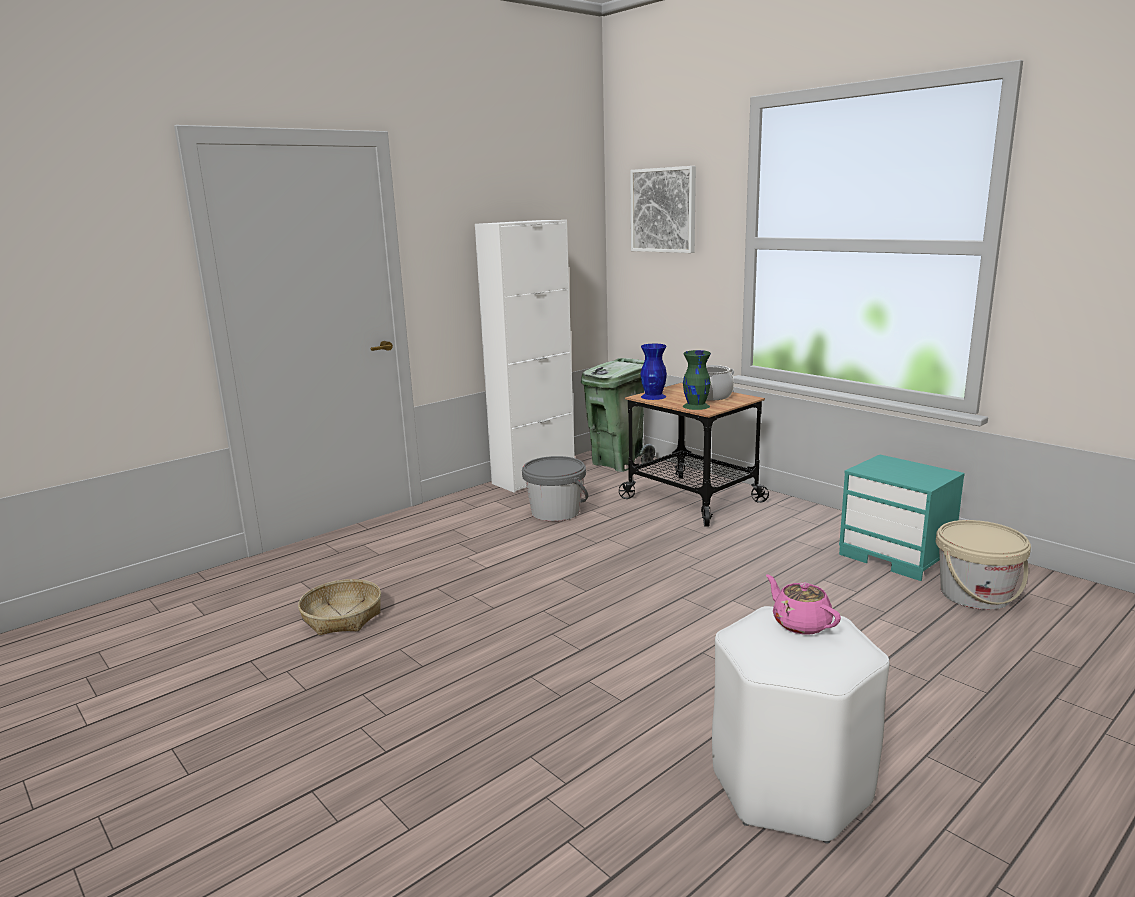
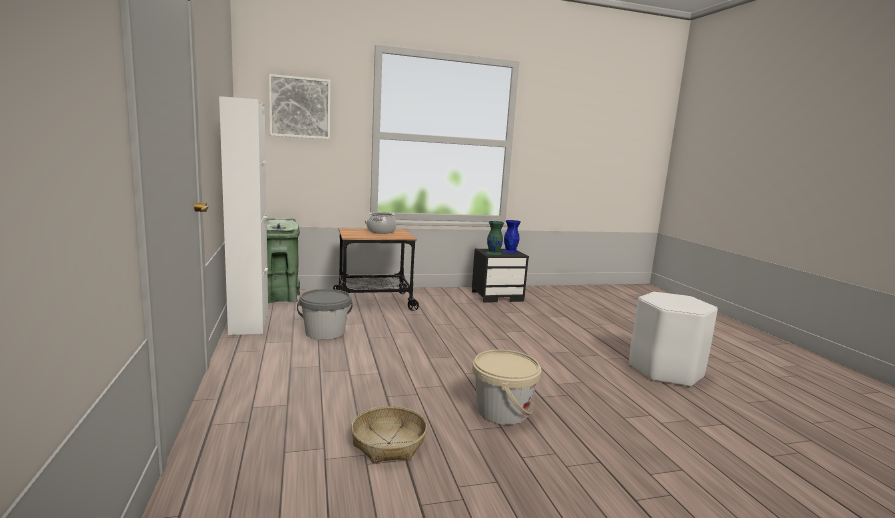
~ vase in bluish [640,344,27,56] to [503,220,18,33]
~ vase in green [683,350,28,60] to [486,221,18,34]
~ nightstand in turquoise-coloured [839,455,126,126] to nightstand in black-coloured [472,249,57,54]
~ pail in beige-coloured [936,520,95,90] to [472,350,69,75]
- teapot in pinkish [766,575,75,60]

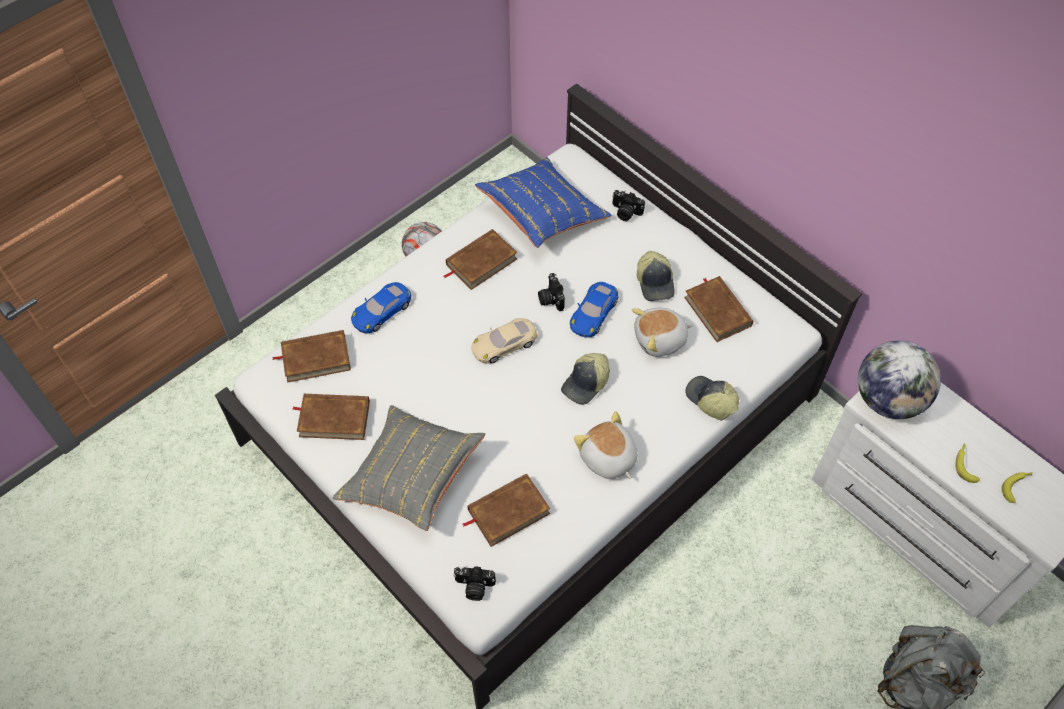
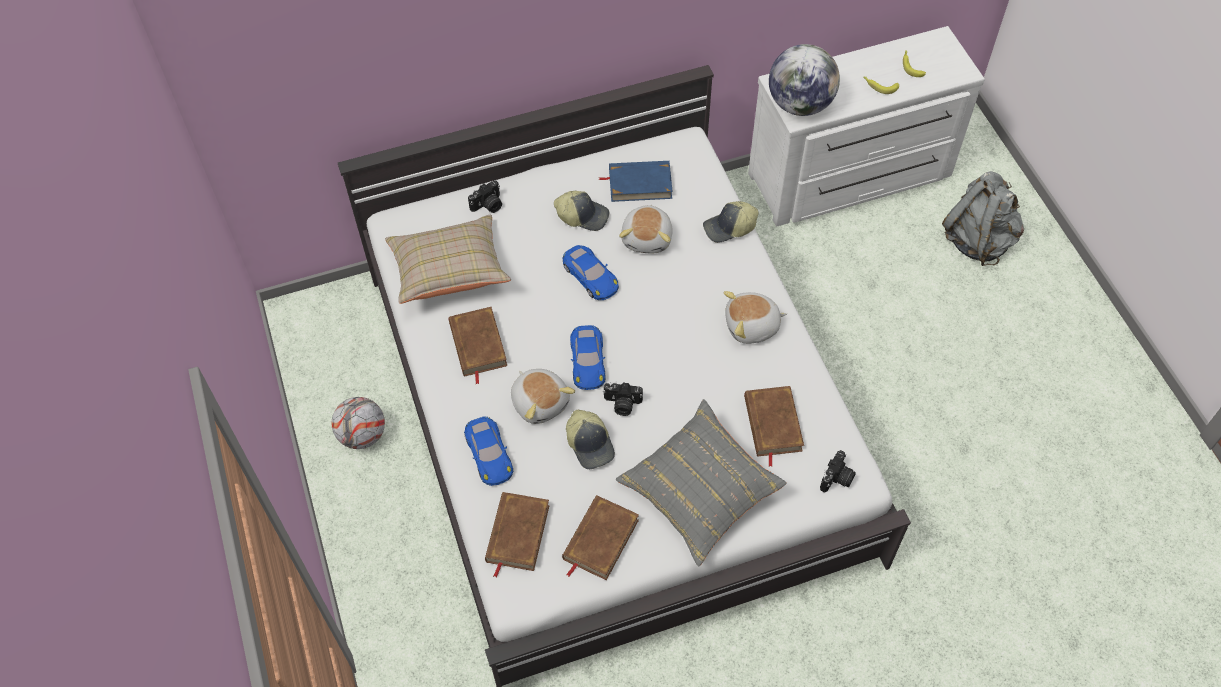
~ pillow in bluish [475,157,137,91] to pillow in beige-coloured [385,215,126,89]
~ still camera [538,273,27,38] to [603,382,40,34]
~ volume in brown [684,276,69,66] to volume in bluish [598,161,75,41]
~ miniature car in beige-coloured [471,318,66,46] to miniature car in bluish [570,325,36,65]
~ baseball cap [561,353,49,52] to [566,410,49,59]
+ cuddly toy [511,369,64,55]

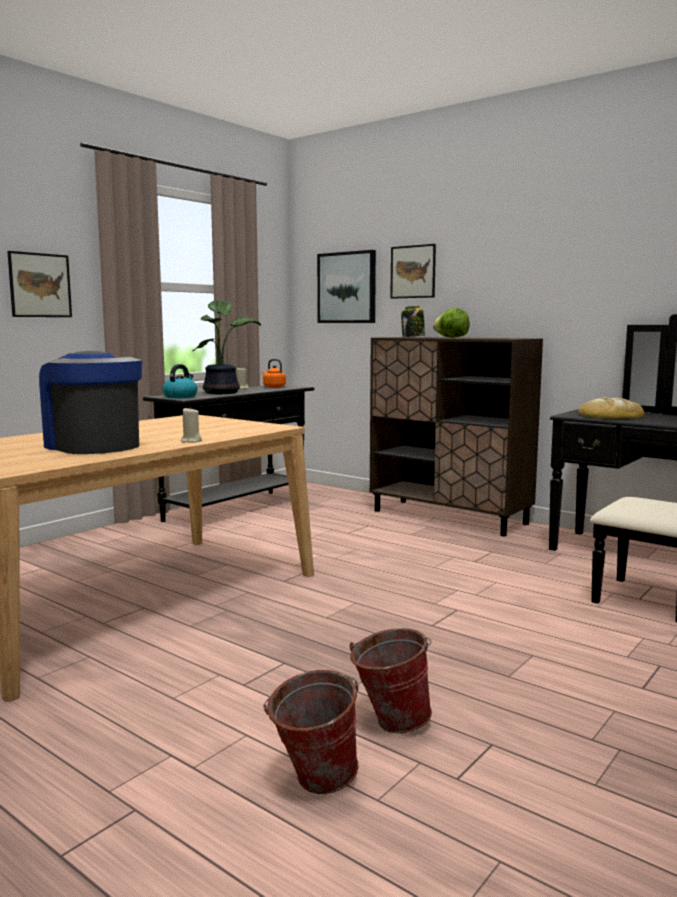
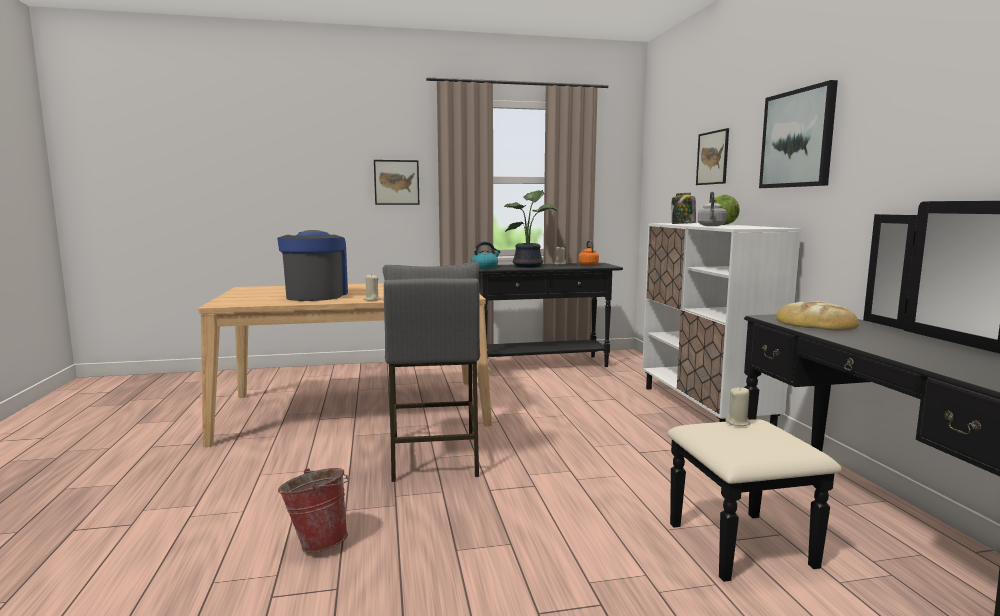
~ picture [317,250,59,73] to [759,80,79,108]
~ cabinet in brown [370,337,173,200] to cabinet in whitish [642,223,159,203]
- pail [263,670,96,124]
+ water kettle in grey [698,192,29,34]
+ sitting stool in grey [383,262,97,220]
+ wax candle in beige-coloured [725,386,26,40]

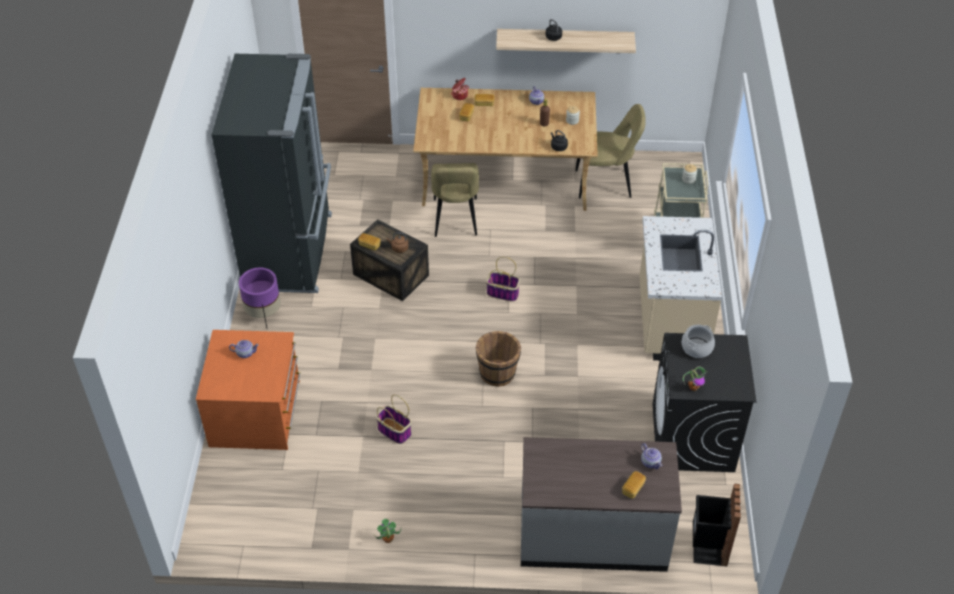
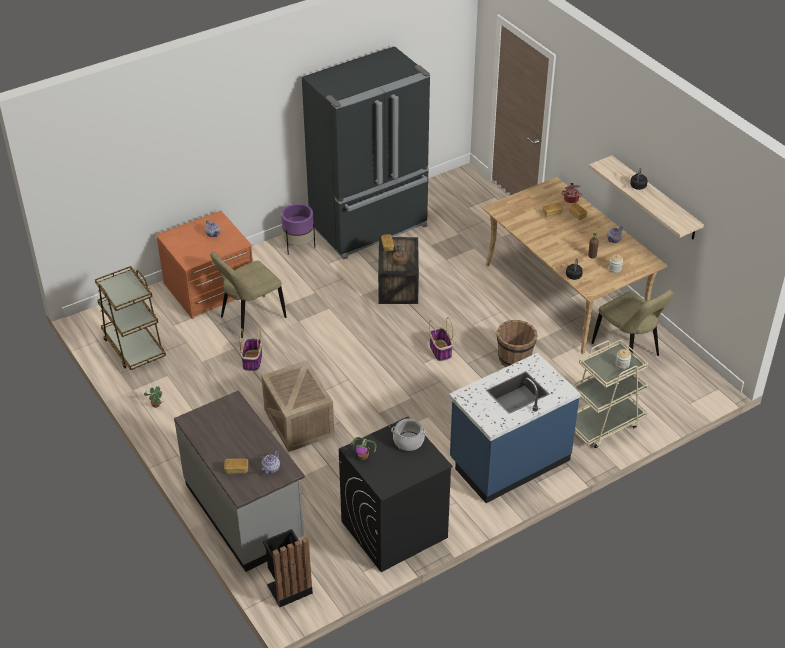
~ chair in beige-coloured [431,163,48,74] to [210,251,77,87]
~ counter in beige-coloured [639,216,83,145] to counter in bluish [449,353,132,150]
~ pail in brown [476,331,45,56] to [497,320,40,47]
+ wheeled cart in brown [95,266,71,104]
+ crate [261,360,73,92]

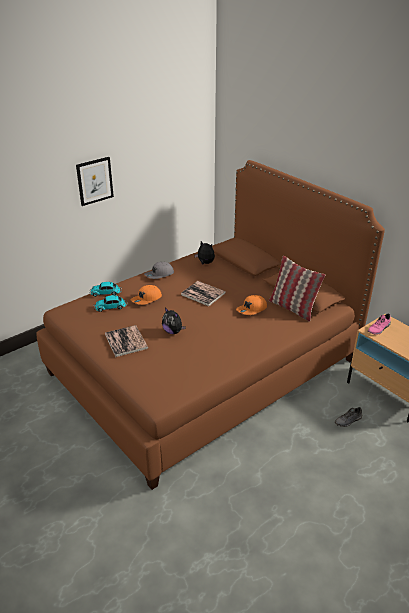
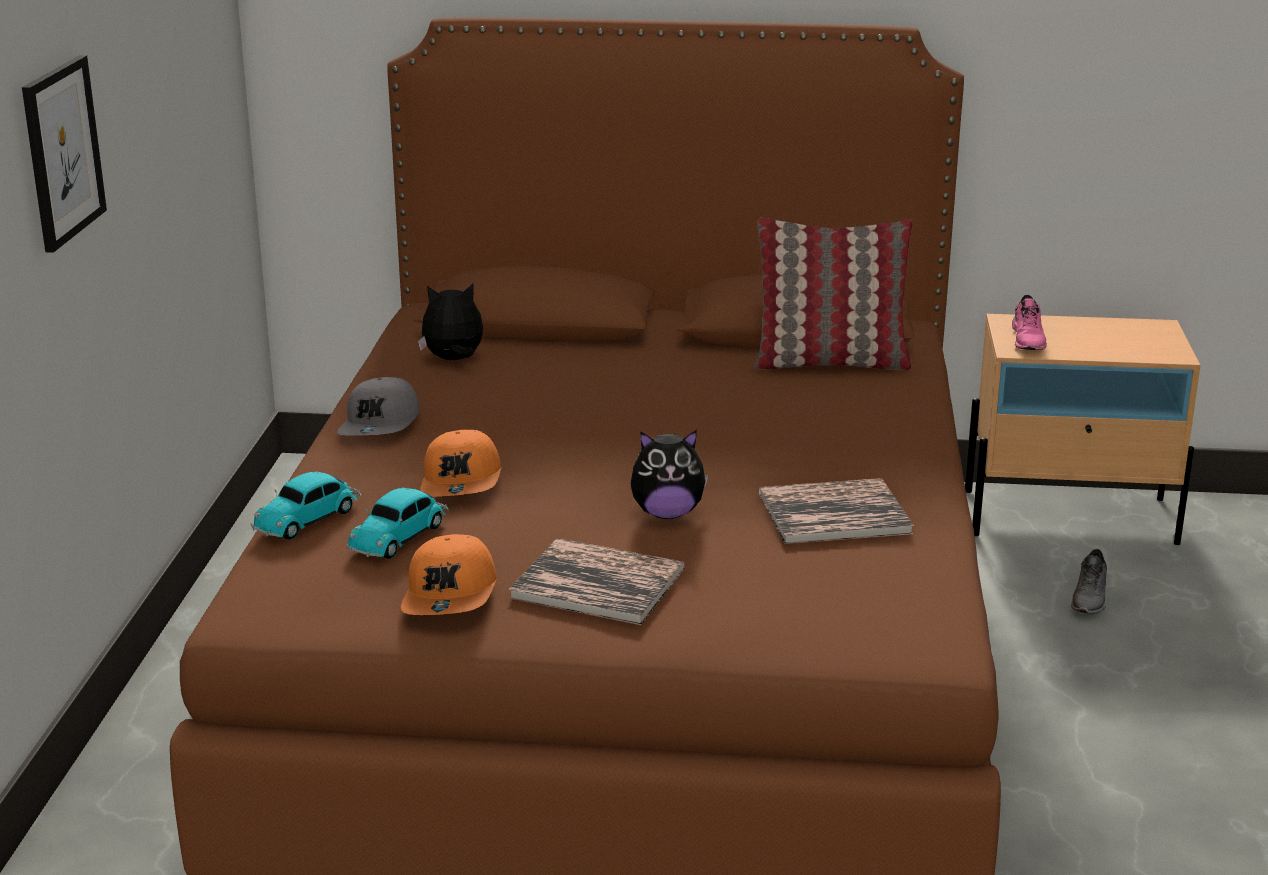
~ volume [181,281,45,25] to [758,478,156,66]
~ baseball cap in orangey [236,295,31,20] to [401,534,95,81]

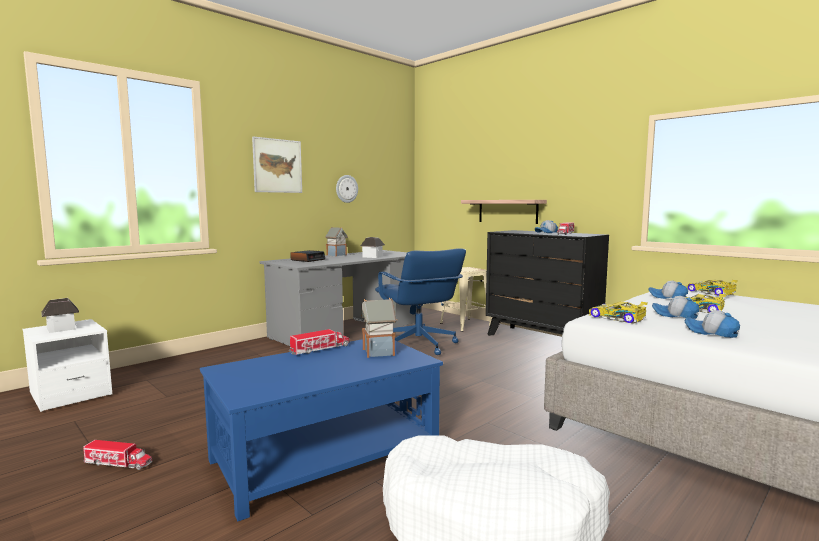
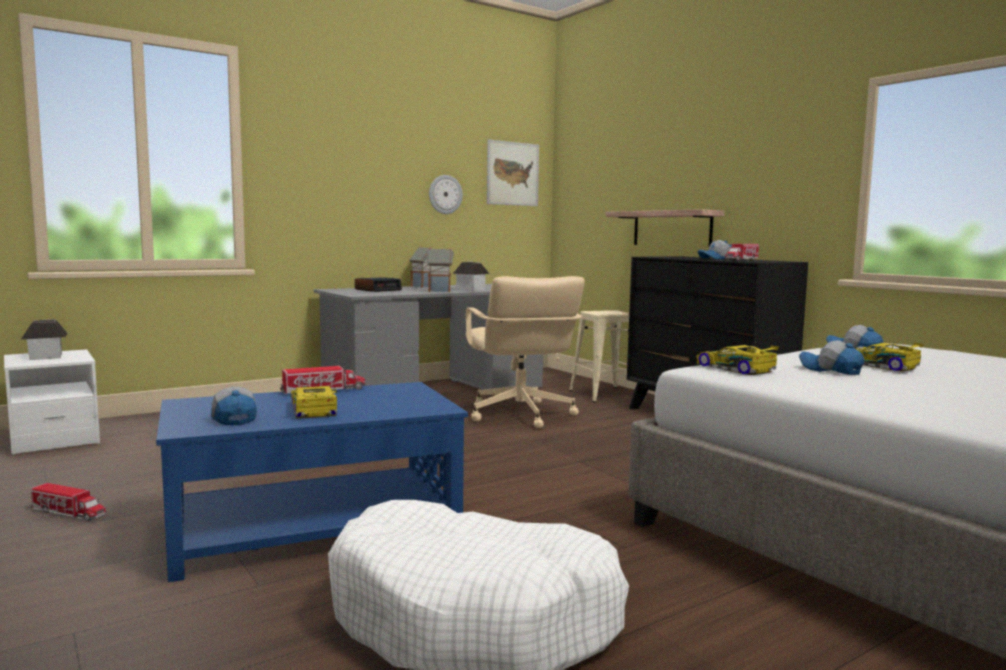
~ picture [252,136,50,57] to [487,139,52,67]
~ office chair in bluish [375,248,91,107] to office chair in beige-coloured [465,276,120,152]
~ miniature car [686,280,52,16] to [291,386,46,32]
~ miniature house [361,298,37,60] to [426,248,28,44]
~ baseball cap [685,310,55,28] to [211,386,46,39]

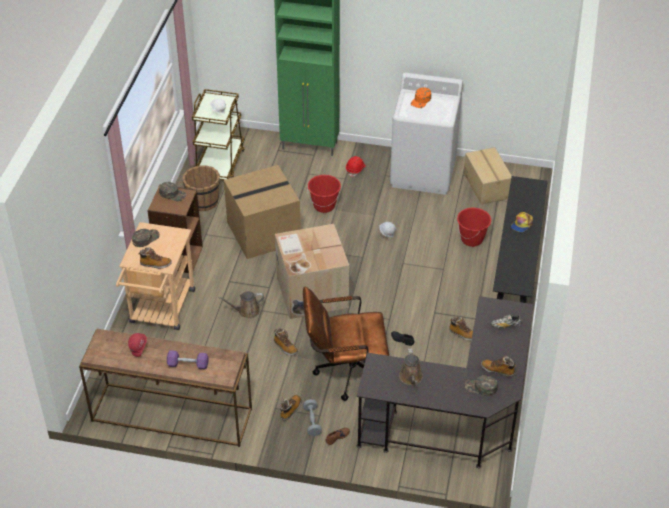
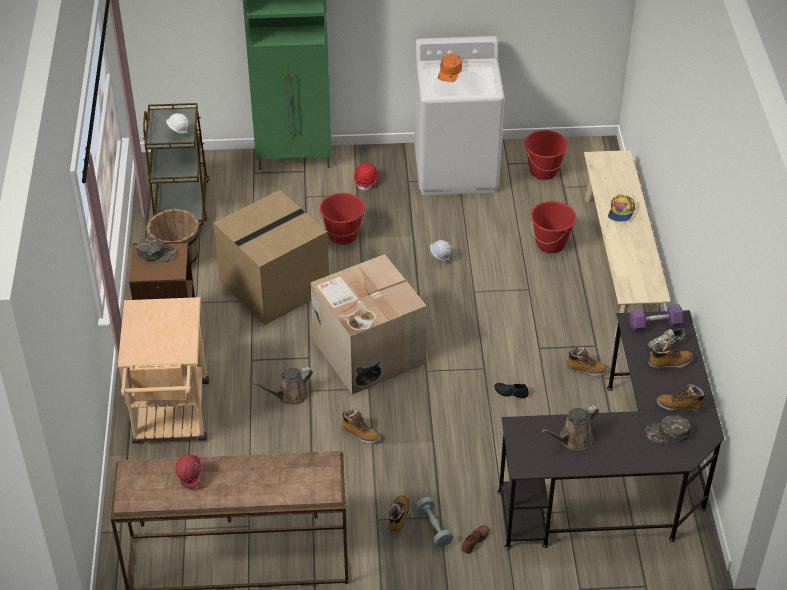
~ carton [464,147,48,57] to pail in reddish [524,130,44,50]
~ indoor bench in black-coloured [493,176,55,127] to indoor bench in beige-coloured [584,150,87,186]
- baseball cap in green [132,229,28,18]
~ boot [139,247,33,22] to [648,341,45,28]
- office chair in brown [303,287,86,114]
~ watering can in brown [399,348,24,37] = [541,405,58,45] 75 degrees clockwise
~ hand weight in purplish [167,350,41,20] to [630,304,54,27]

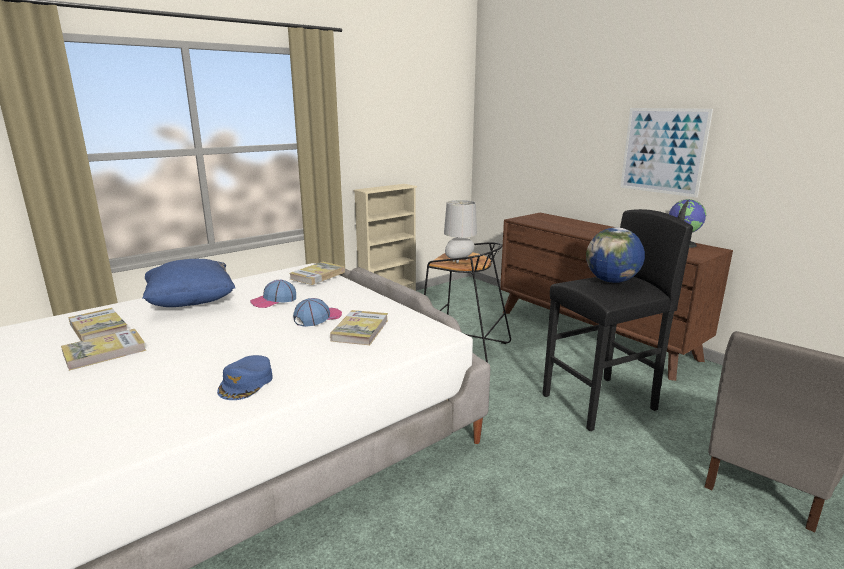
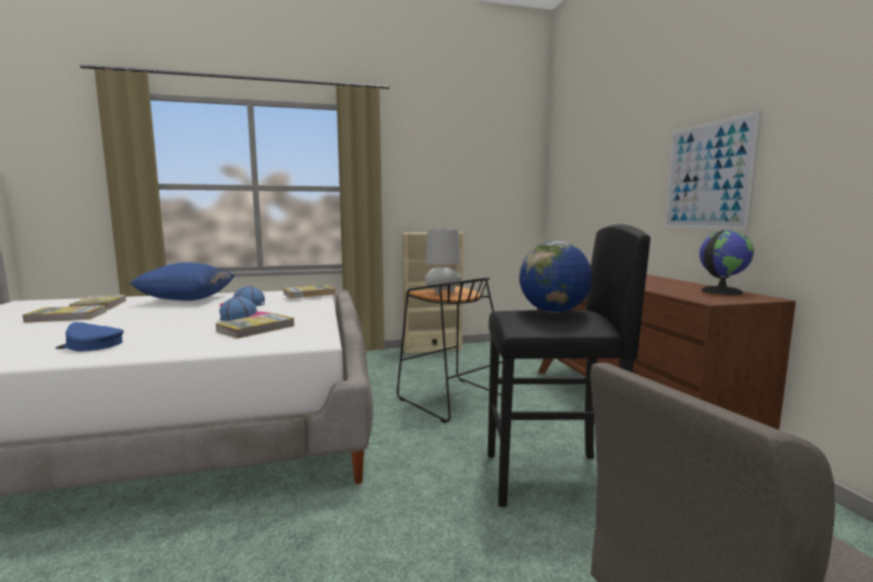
~ baseball cap in bluish [217,355,56,45] = [55,322,69,30] 60 degrees clockwise

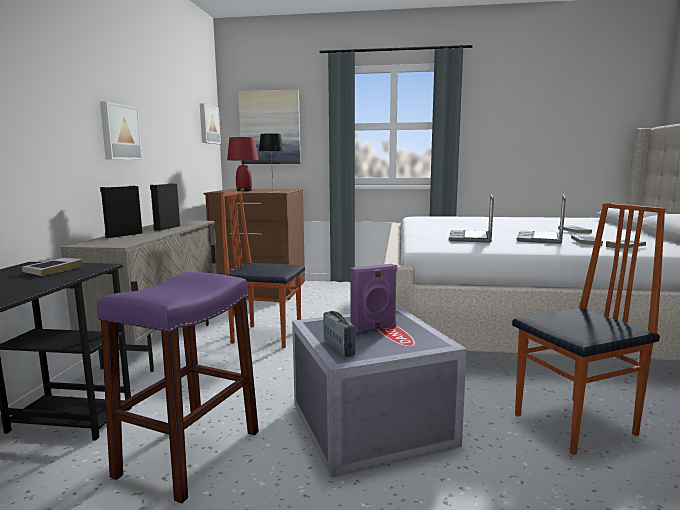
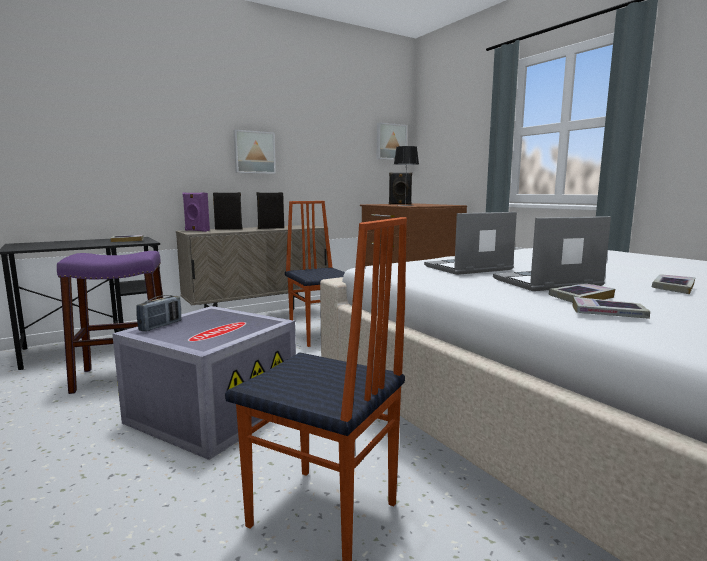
- picture [238,89,62,75]
~ lamp for a table in reddish [227,137,32,54] to audio speaker in black-coloured [389,172,23,33]
~ audio speaker in purplish [350,264,47,70] to [182,192,28,40]

